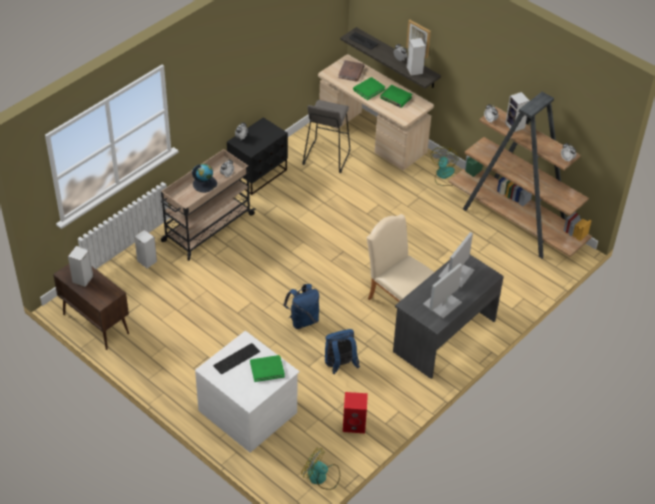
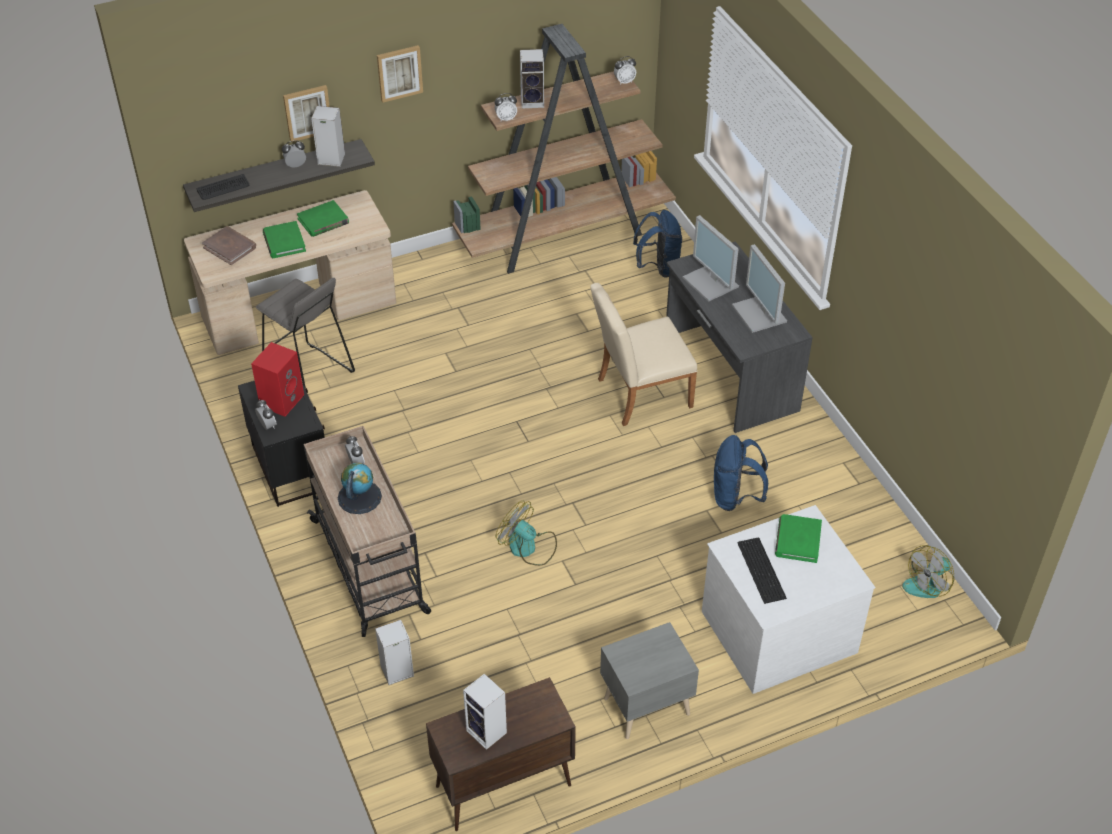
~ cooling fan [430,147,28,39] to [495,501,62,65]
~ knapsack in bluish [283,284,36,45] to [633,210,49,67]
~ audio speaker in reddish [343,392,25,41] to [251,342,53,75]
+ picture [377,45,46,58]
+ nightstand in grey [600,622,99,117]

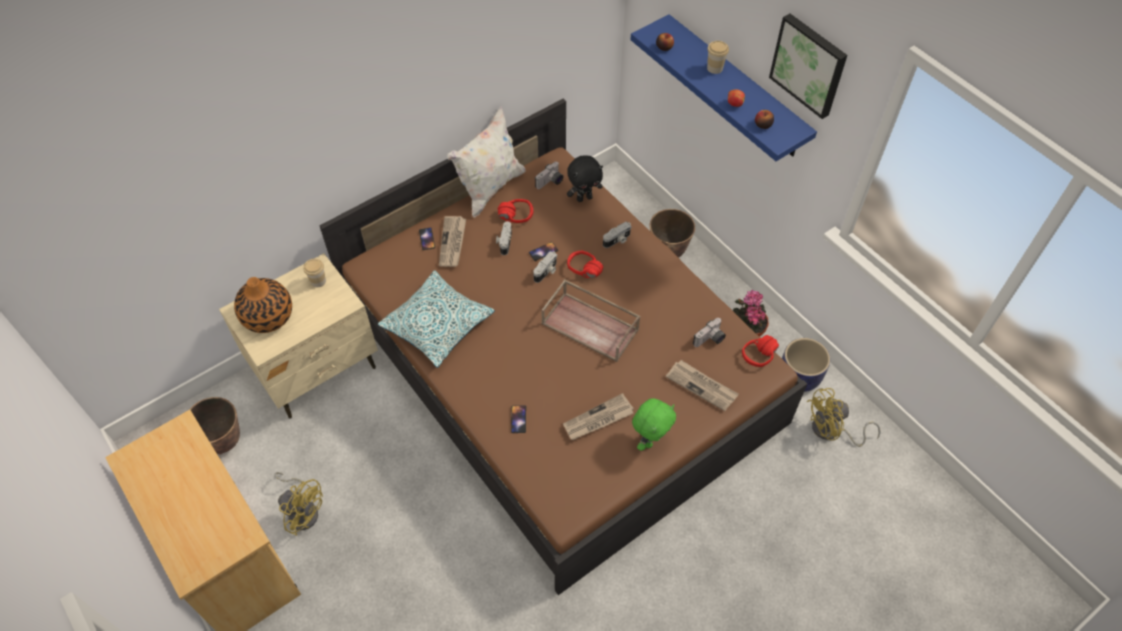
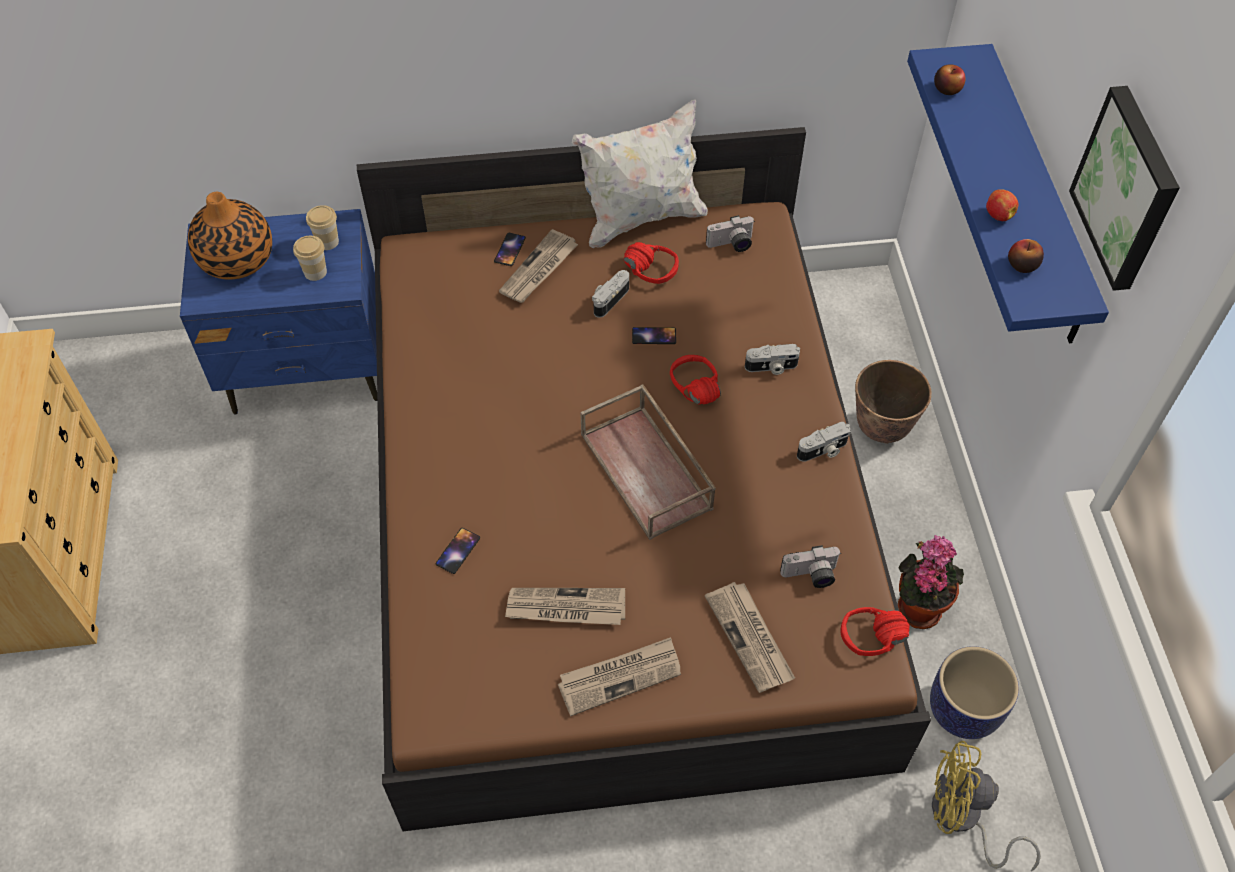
~ small cup [707,41,22,33] to [293,236,34,45]
- cuddly toy in black-coloured [567,156,36,46]
~ still camera [533,251,24,32] to [797,422,54,40]
~ nightstand in beige-coloured [219,253,159,166] to nightstand in bluish [180,209,197,206]
- pillow [378,270,117,98]
- plant pot [189,397,51,58]
~ cuddly toy in green [632,398,44,53] to newspaper [558,637,123,79]
- cooling fan in yellow-coloured [274,472,49,64]

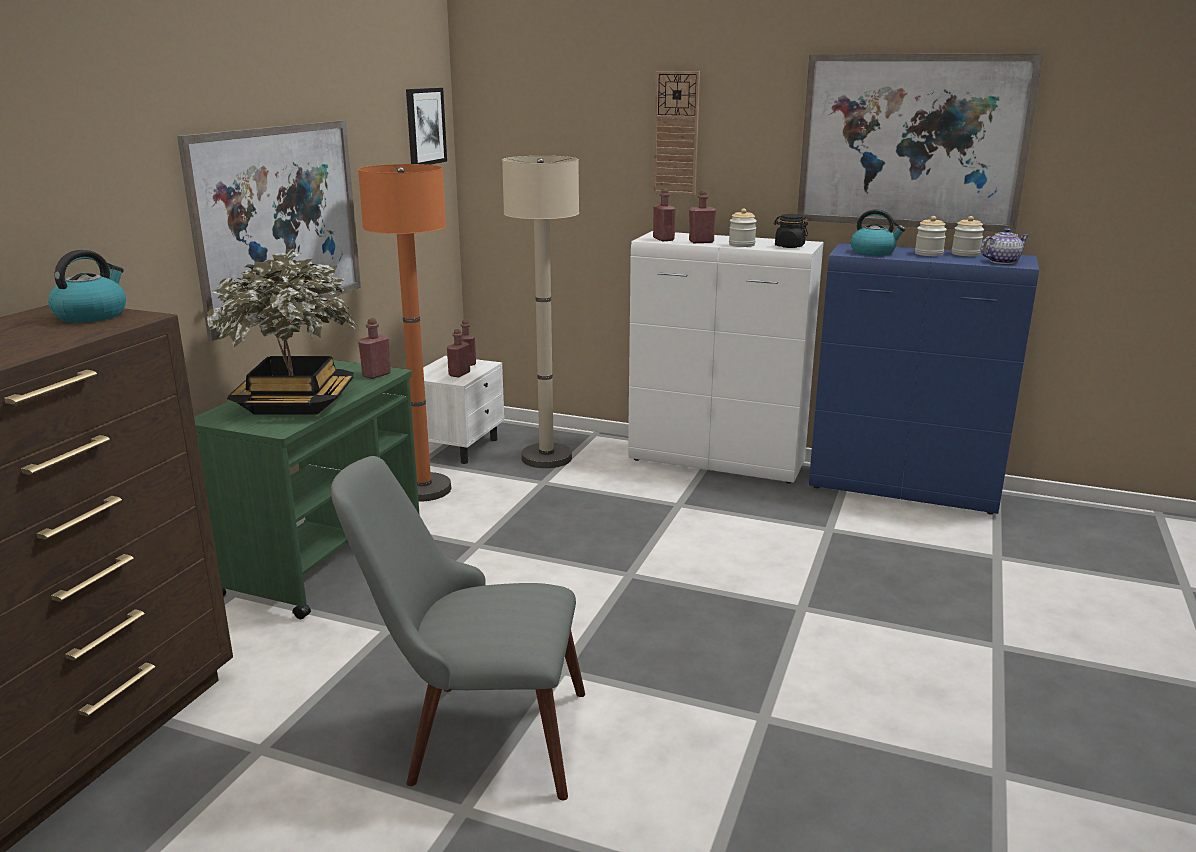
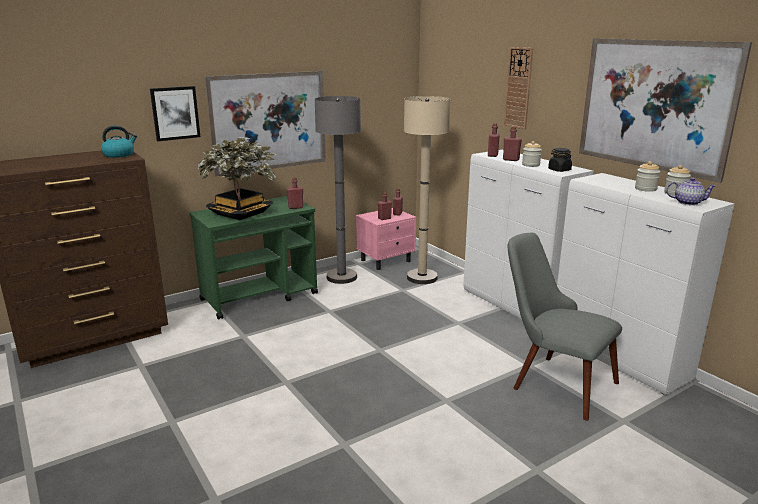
~ picture [406,88,41,77] to [150,86,51,55]
~ standard lamp in orangey [358,164,93,338] to standard lamp in grey [315,96,46,188]
- water kettle [851,209,54,47]
~ cabinet in bluish [809,243,230,272] to cabinet in whitish [557,173,178,222]
~ nightstand in whitish [423,356,81,108] to nightstand in pinkish [356,208,60,62]
~ chair in grey [331,456,254,344] to [508,232,114,189]

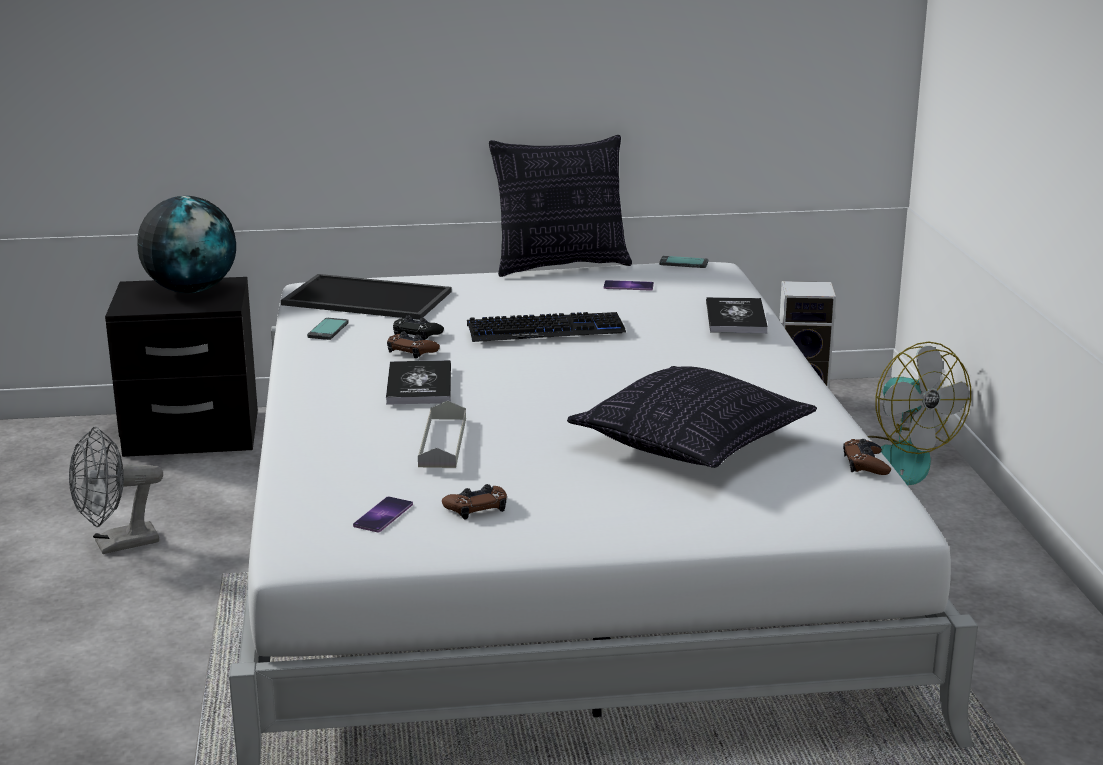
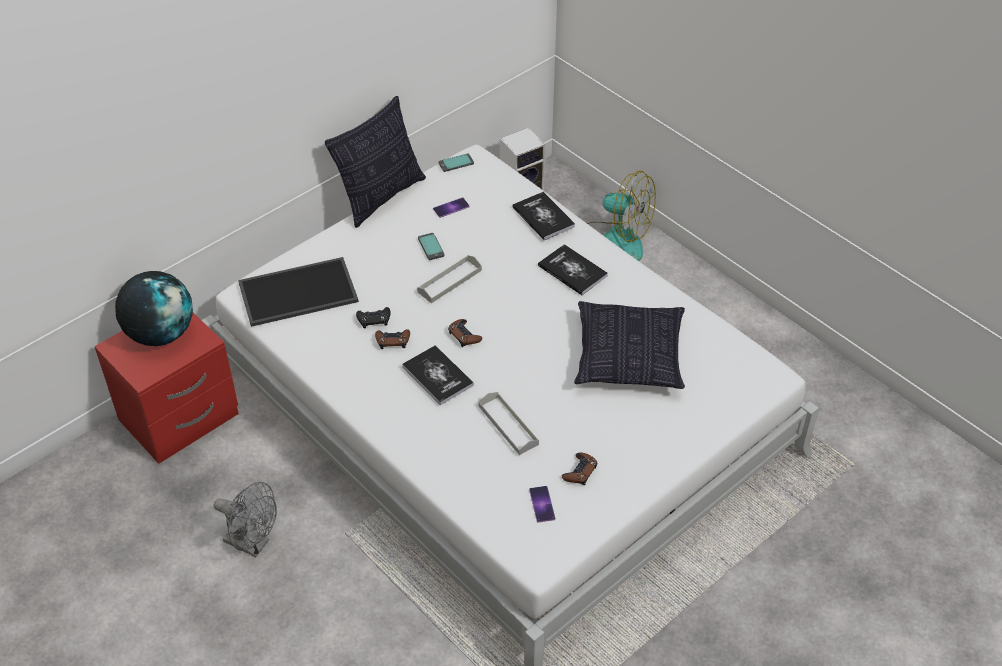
~ nightstand in black-coloured [105,277,153,180] to nightstand in reddish [94,313,145,151]
~ PC keyboard [467,312,159,30] to serving tray in grey [417,255,65,48]
~ telephone [307,318,42,22] to [418,233,26,27]
~ cooling fan in grey [69,426,94,128] = [214,482,63,75] 90 degrees counterclockwise
~ game controller in brown [843,439,48,36] to [448,319,34,28]
+ volume [538,244,70,51]

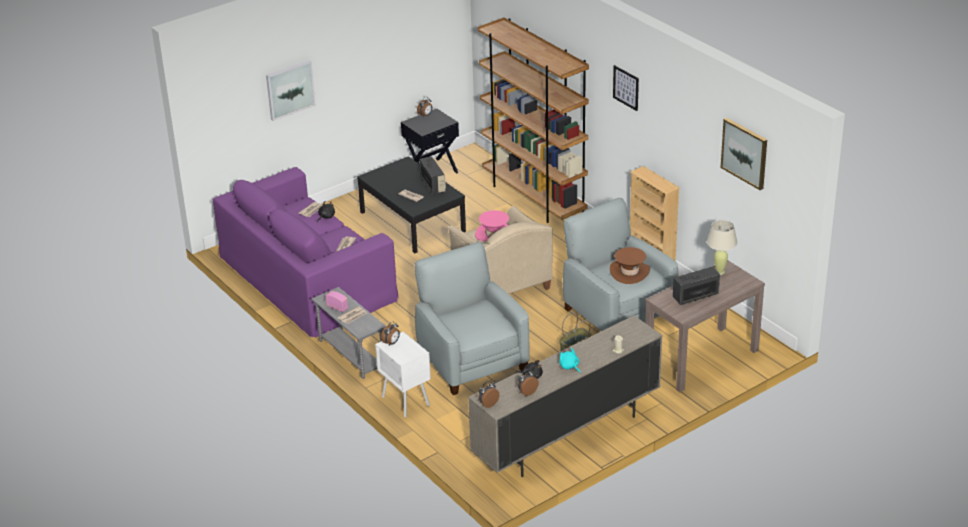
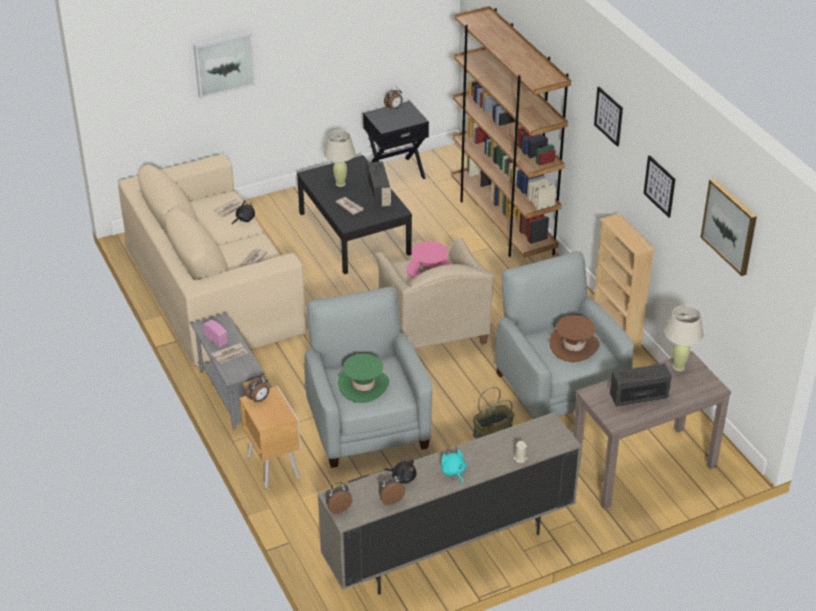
~ couch in purplish [213,167,185,171] to couch in beige-coloured [118,154,190,212]
~ nightstand in whitish [375,332,56,86] to nightstand in brown [239,386,62,103]
+ lamp for a table in beige-coloured [324,130,31,57]
+ picture [643,155,32,63]
+ wearable hat in green [338,354,51,49]

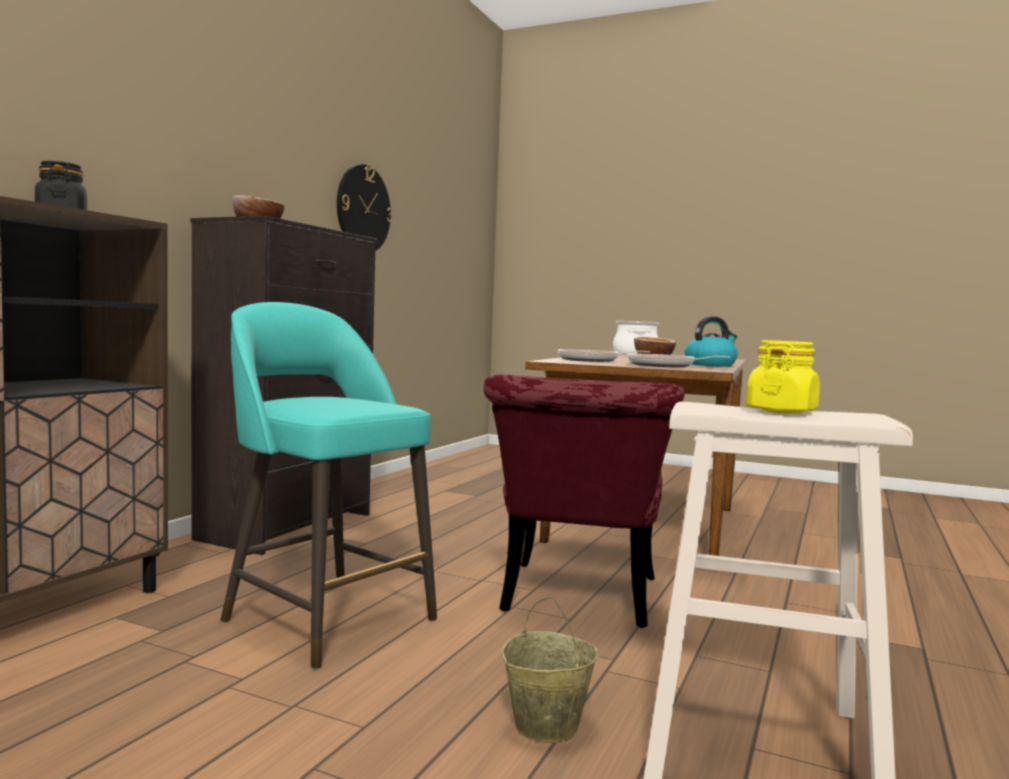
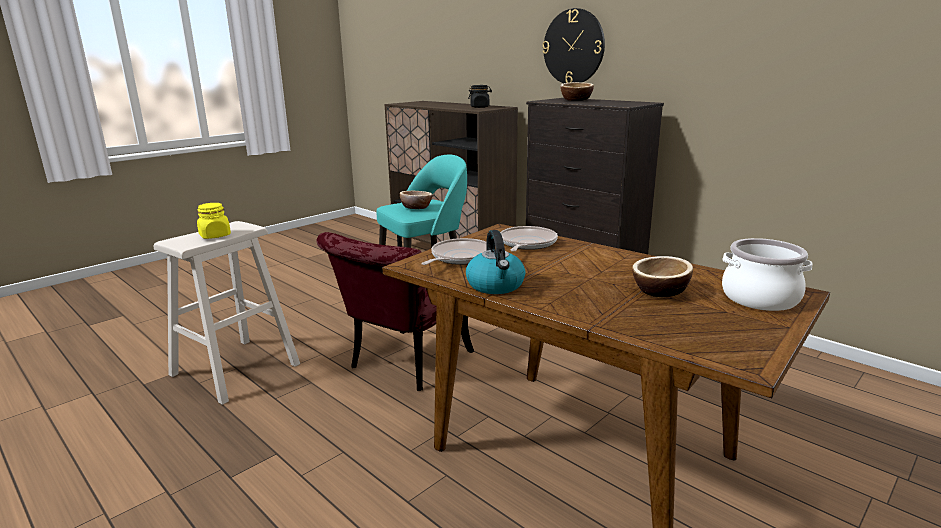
~ hanging clock [337,164,56,87] to [542,8,63,75]
~ chair in reddish [483,375,202,253] = [316,232,158,159] 90 degrees counterclockwise
- pail in beige-coloured [502,597,96,146]
+ bowl [400,191,32,18]

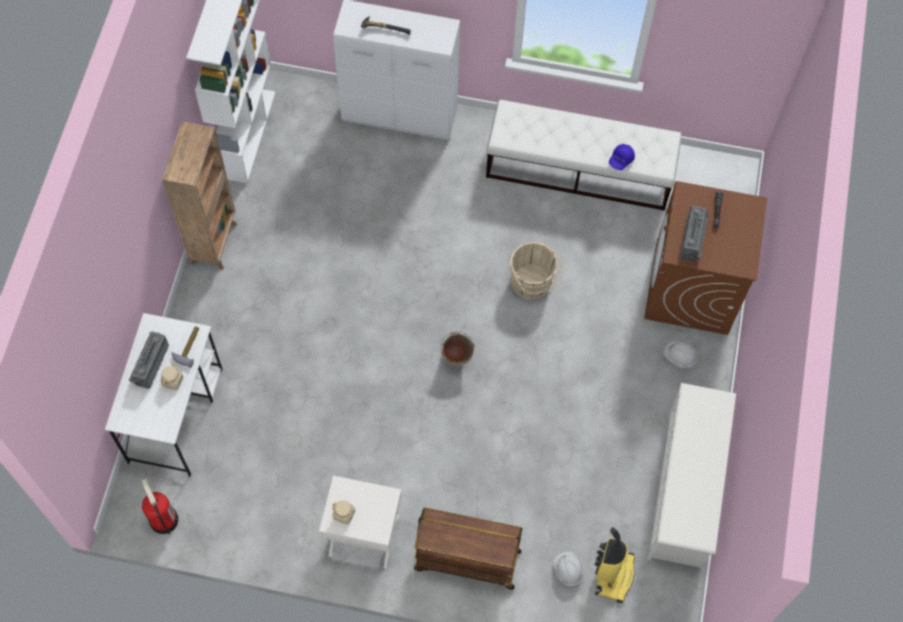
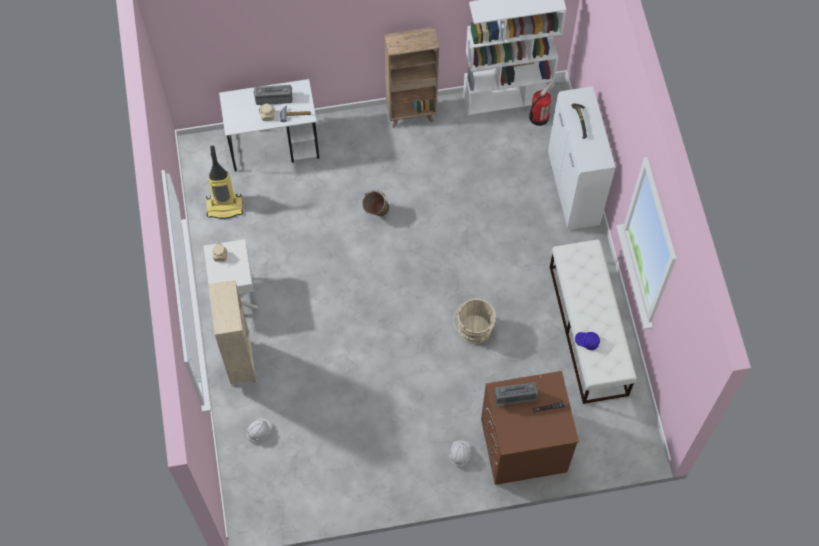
~ pail in green [440,332,35,34] to [362,190,27,26]
- shoe stand in whitish [647,383,89,185]
~ fire extinguisher [141,479,37,55] to [529,81,26,45]
~ wheeled cart in brown [414,508,108,82] to bookcase in beige-coloured [208,280,50,107]
~ vacuum cleaner [595,527,40,76] to [206,145,37,74]

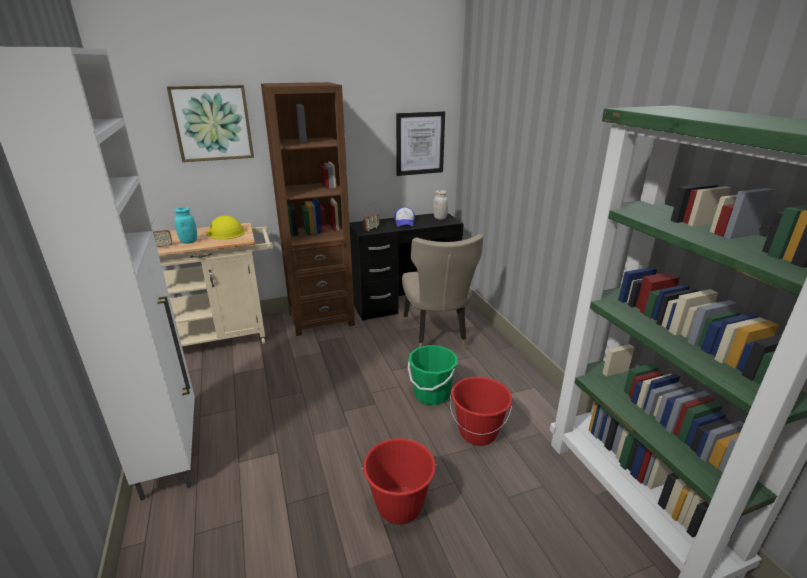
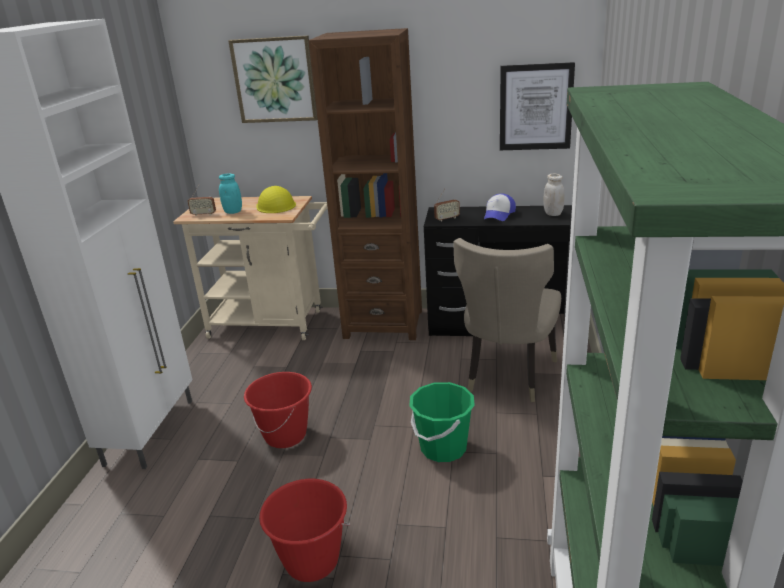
~ pail in reddish [450,377,62,69] to [244,372,68,76]

